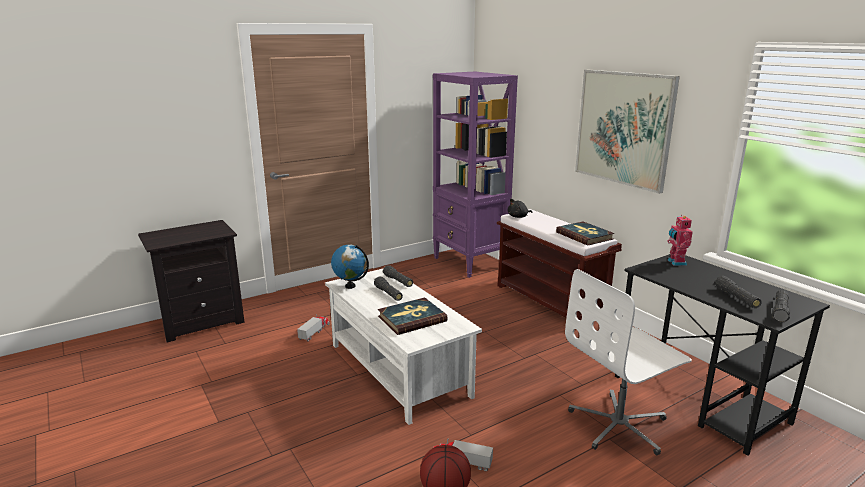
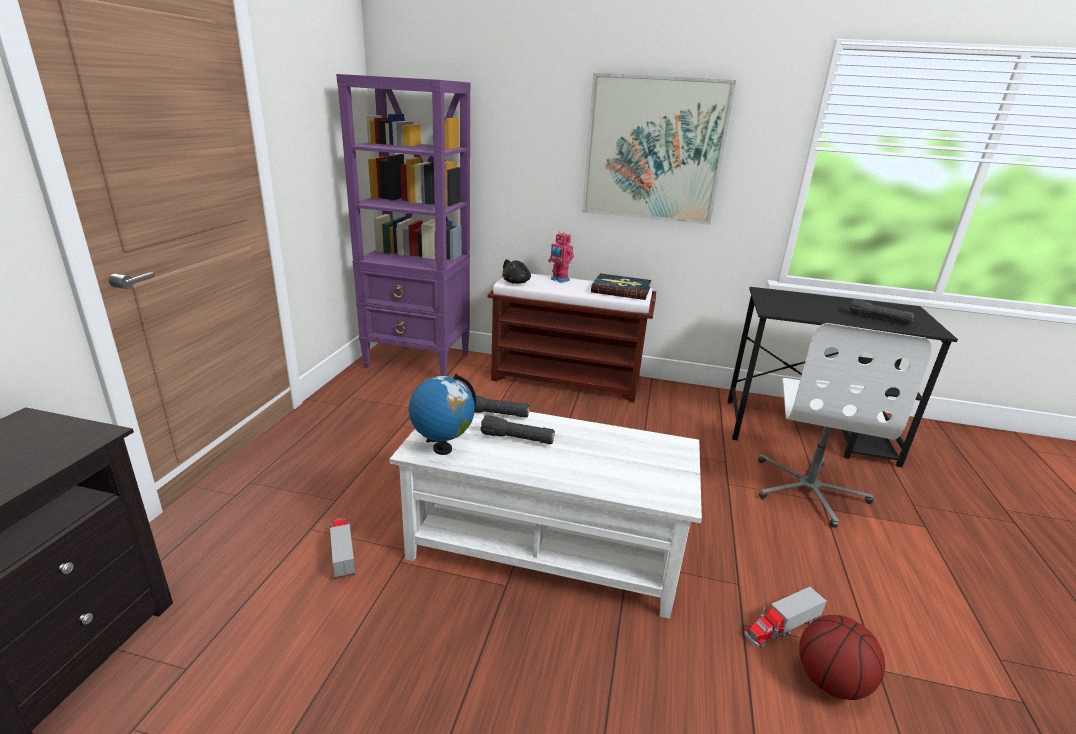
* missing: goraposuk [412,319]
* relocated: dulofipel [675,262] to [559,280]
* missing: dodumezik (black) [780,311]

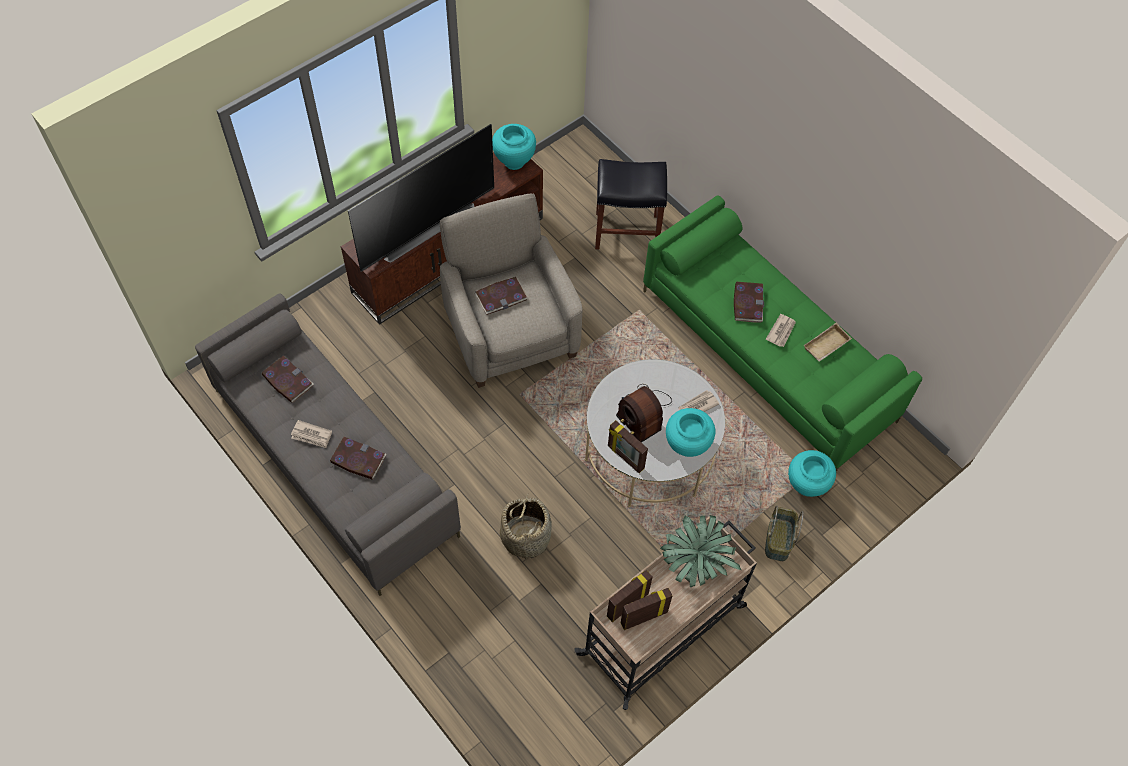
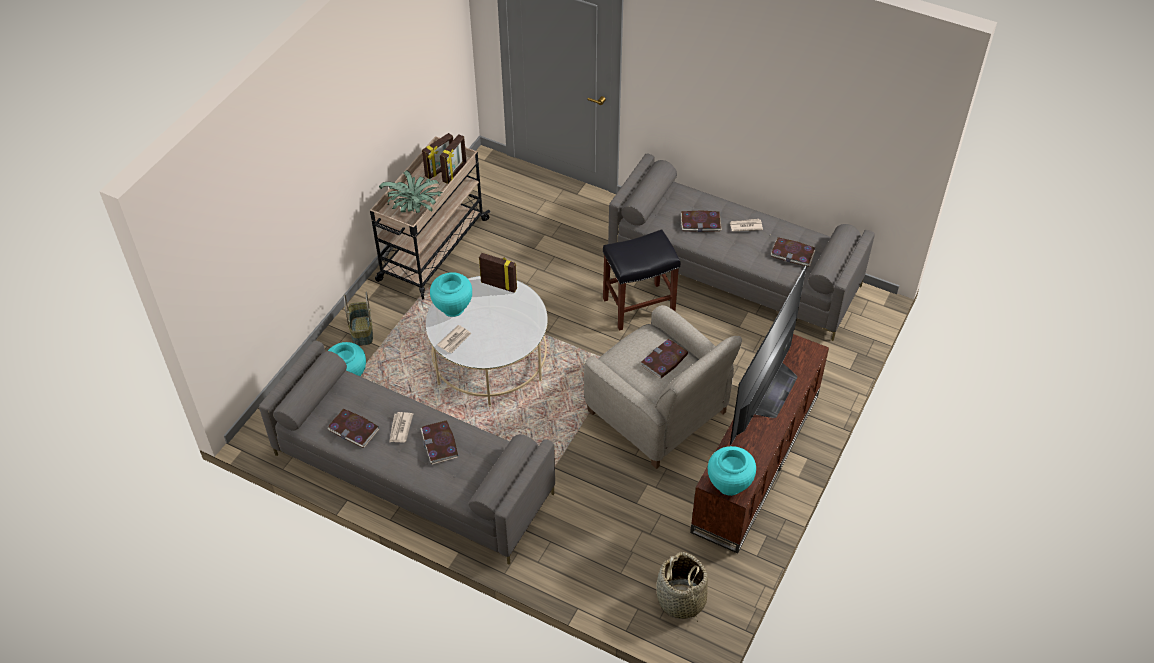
* relocated: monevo [525,537] to [681,600]
* relocated: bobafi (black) [627,231] to [638,307]
* missing: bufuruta [642,413]
* colour: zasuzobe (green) [768,355] to zasuzobe (grey) [411,474]
* exchanged: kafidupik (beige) [826,346] to goraposuk [354,429]

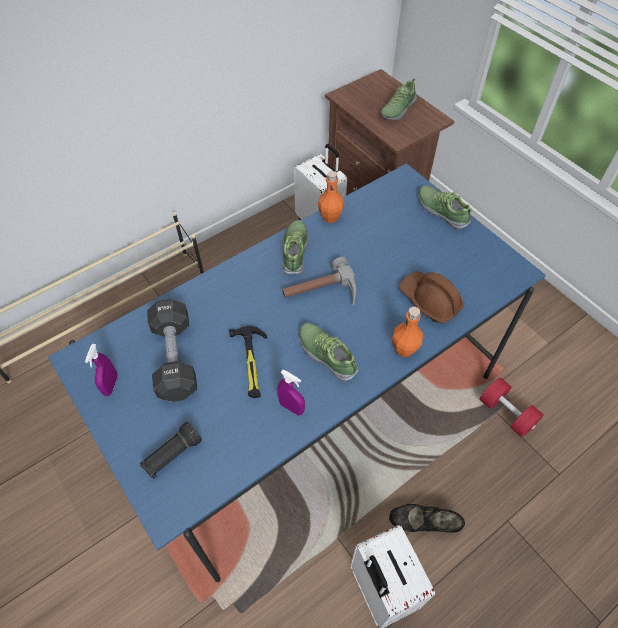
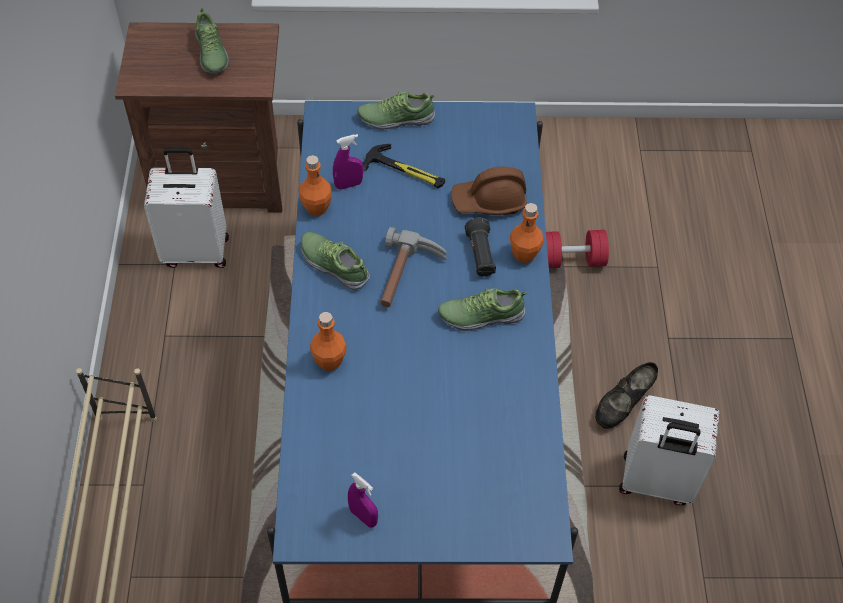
* relocated: dodumezik (black) [172,455] to [480,255]
* missing: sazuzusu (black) [175,358]
* relocated: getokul [251,363] to [405,171]
* relocated: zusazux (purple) [291,407] to [348,184]
* appeared: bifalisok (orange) [329,361]

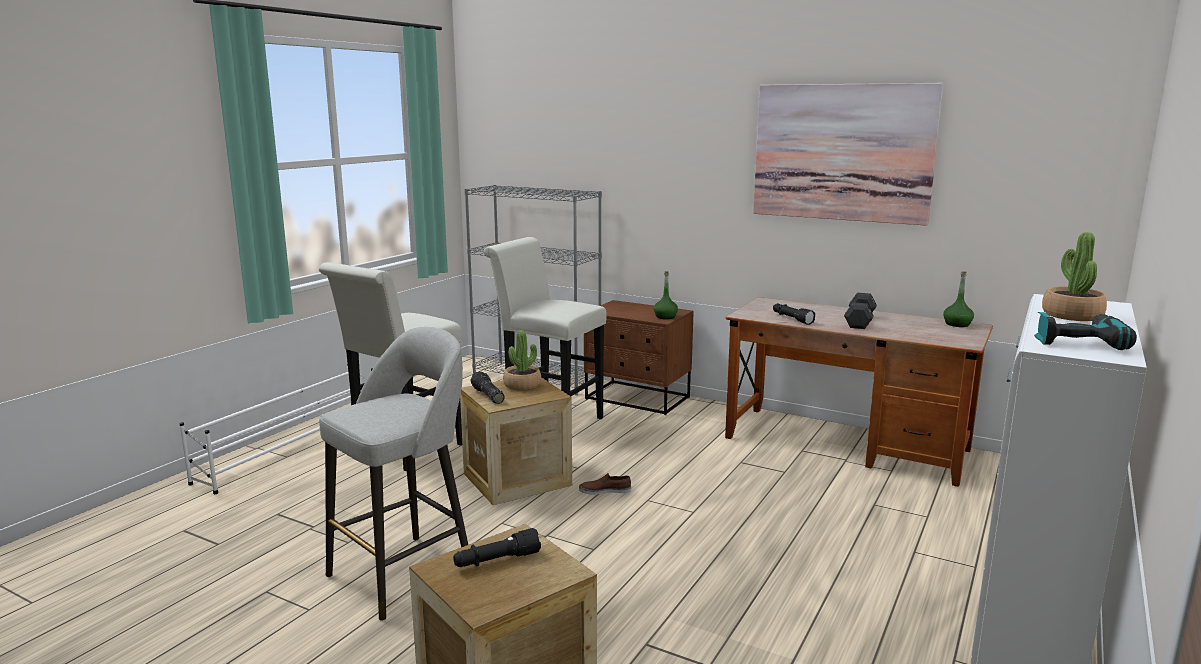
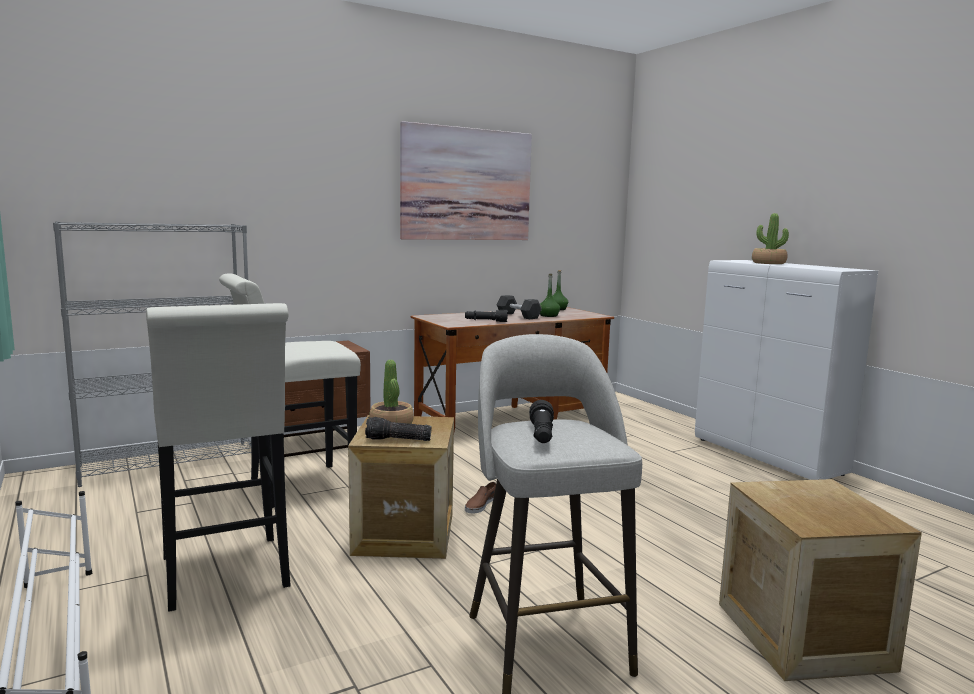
* relocated: dodumezik (black) [497,561] to [542,435]
* relocated: bifalisok (green) [665,317] to [548,315]
* missing: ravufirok [1078,341]

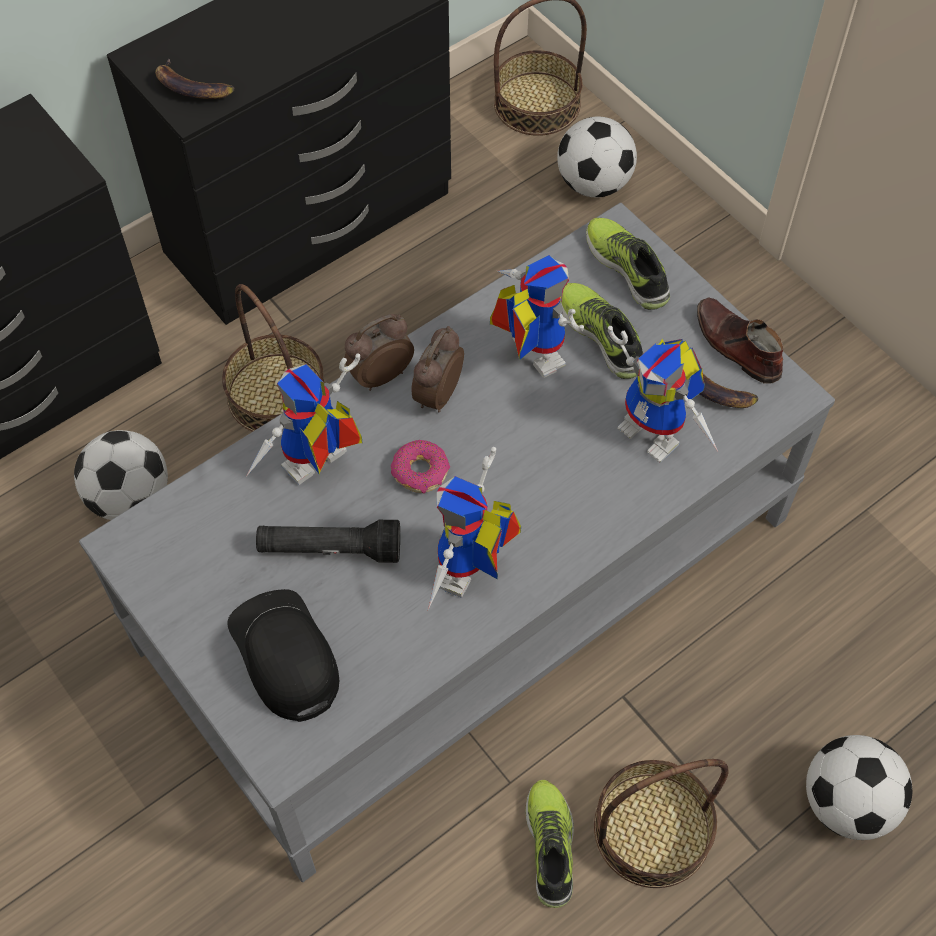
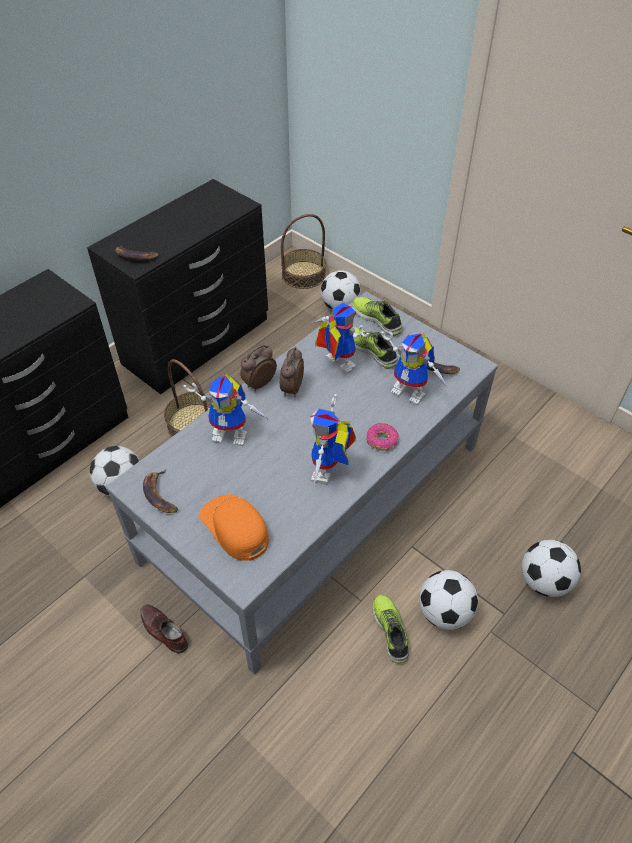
* colour: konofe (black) [285,656] to konofe (orange) [235,528]
* spun: dulofipel [316,470] = [233,433] 120 degrees counterclockwise
* missing: dodumezik (black) [330,549]
* relocated: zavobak [420,472] to [382,440]
* exchanged: monevo [652,830] to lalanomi [444,612]
* relocated: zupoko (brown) [736,346] to [163,631]
* appeared: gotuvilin [160,494]

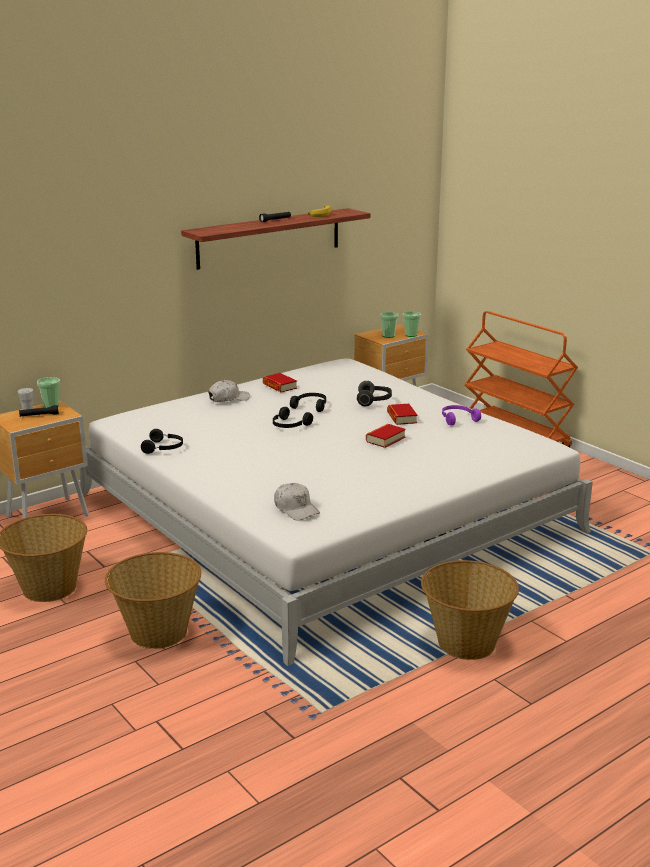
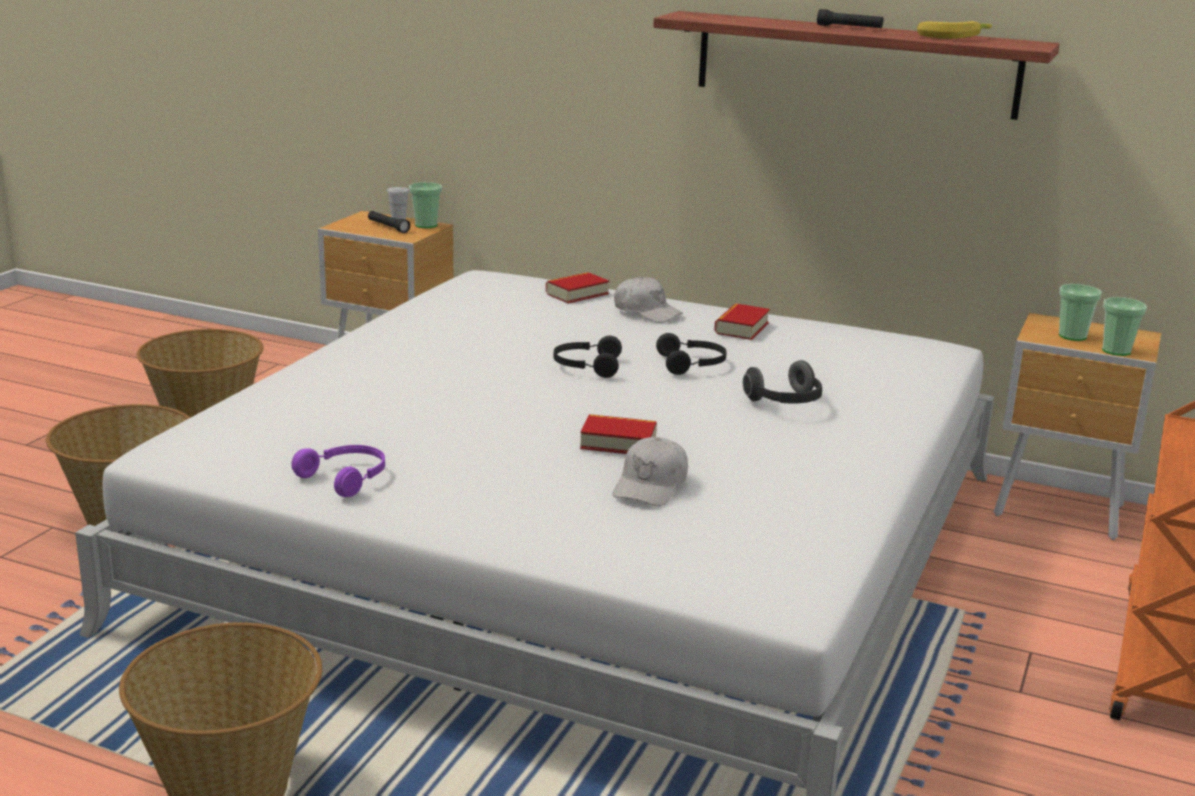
* missing: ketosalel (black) [164,448]
* relocated: konofe (white) [296,509] to [651,486]
* relocated: goraposuk [401,418] to [577,294]
* relocated: ketosalel (purple) [457,419] to [346,478]

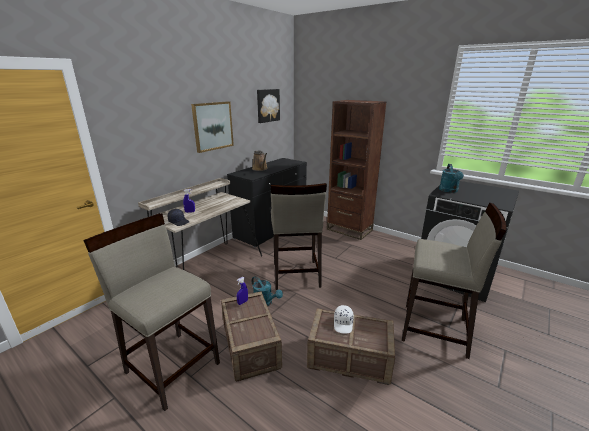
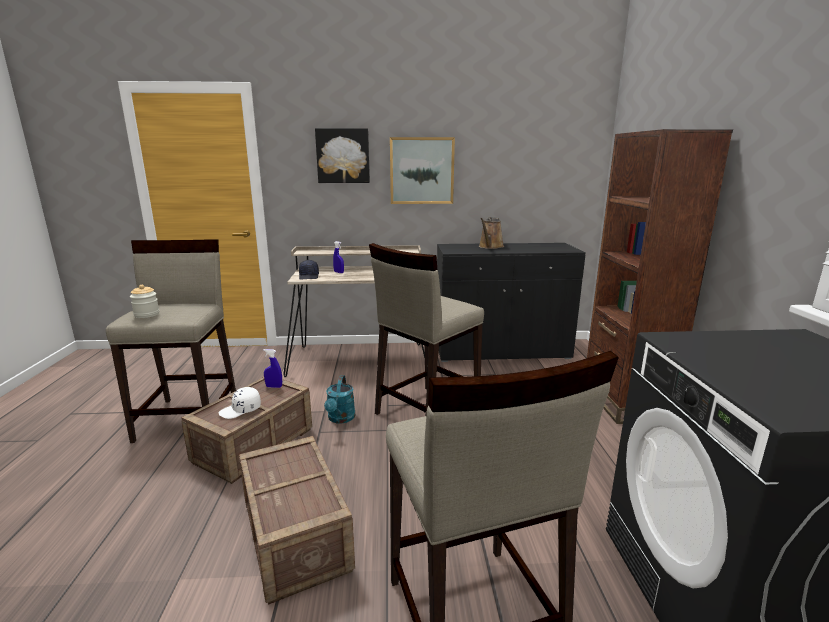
* relocated: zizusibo [267,105] to [343,156]
* relocated: konofe (white) [343,323] to [241,410]
* missing: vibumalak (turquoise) [449,191]
* appeared: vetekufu [147,314]

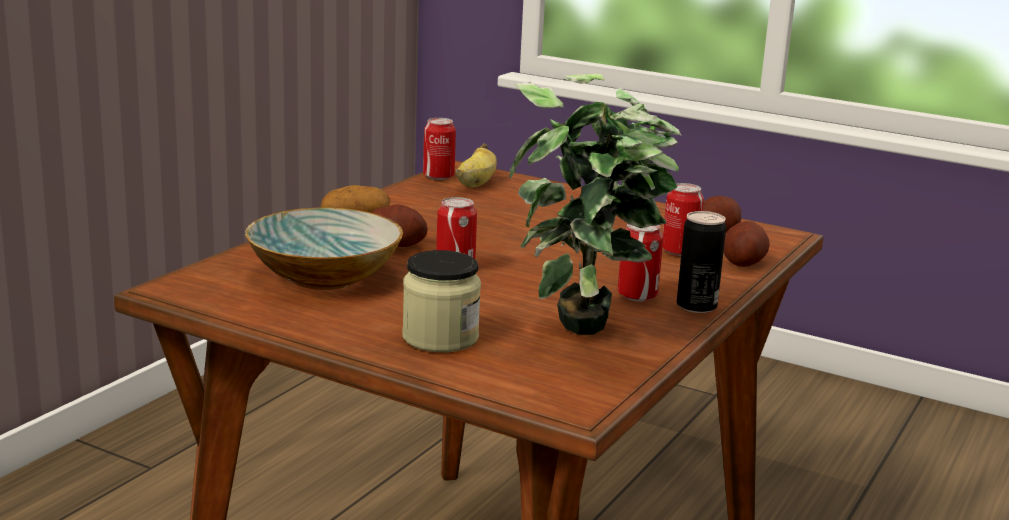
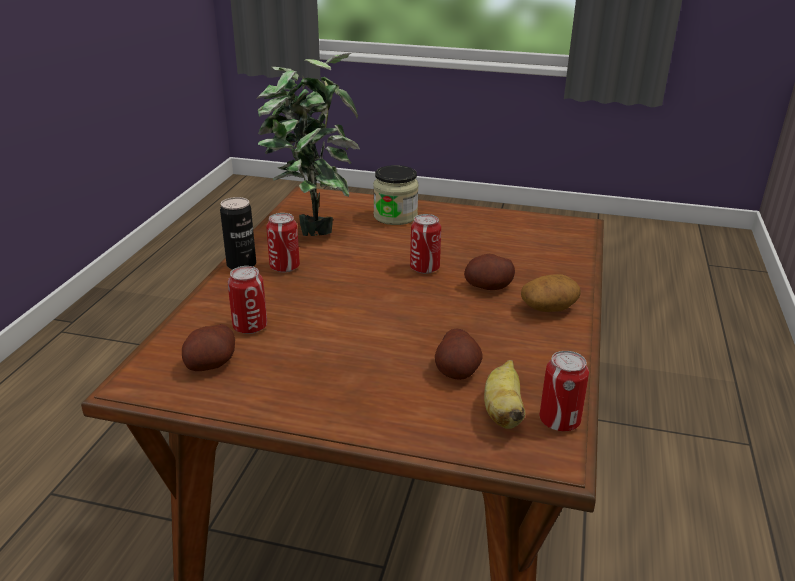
* missing: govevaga [326,276]
* relocated: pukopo [742,262] to [457,370]

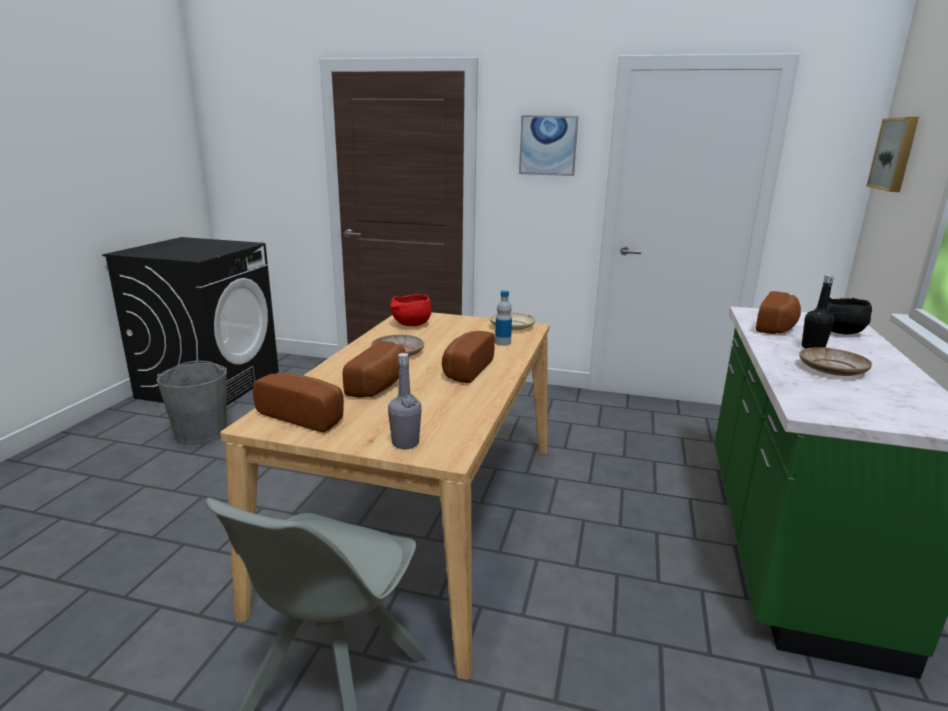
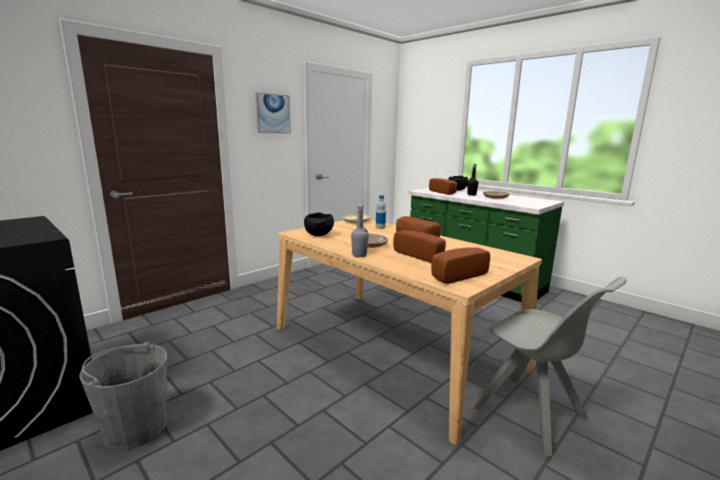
* relocated: bifalisok (grey) [405,443] to [359,255]
* colour: govevaga (red) [411,325] to govevaga (black) [319,235]
* missing: zizusibo [895,154]

